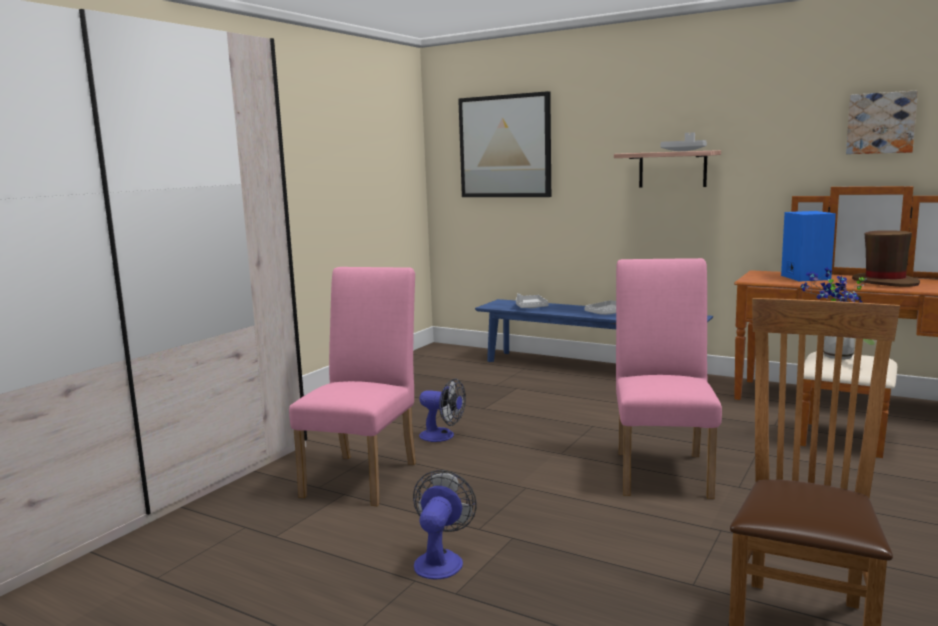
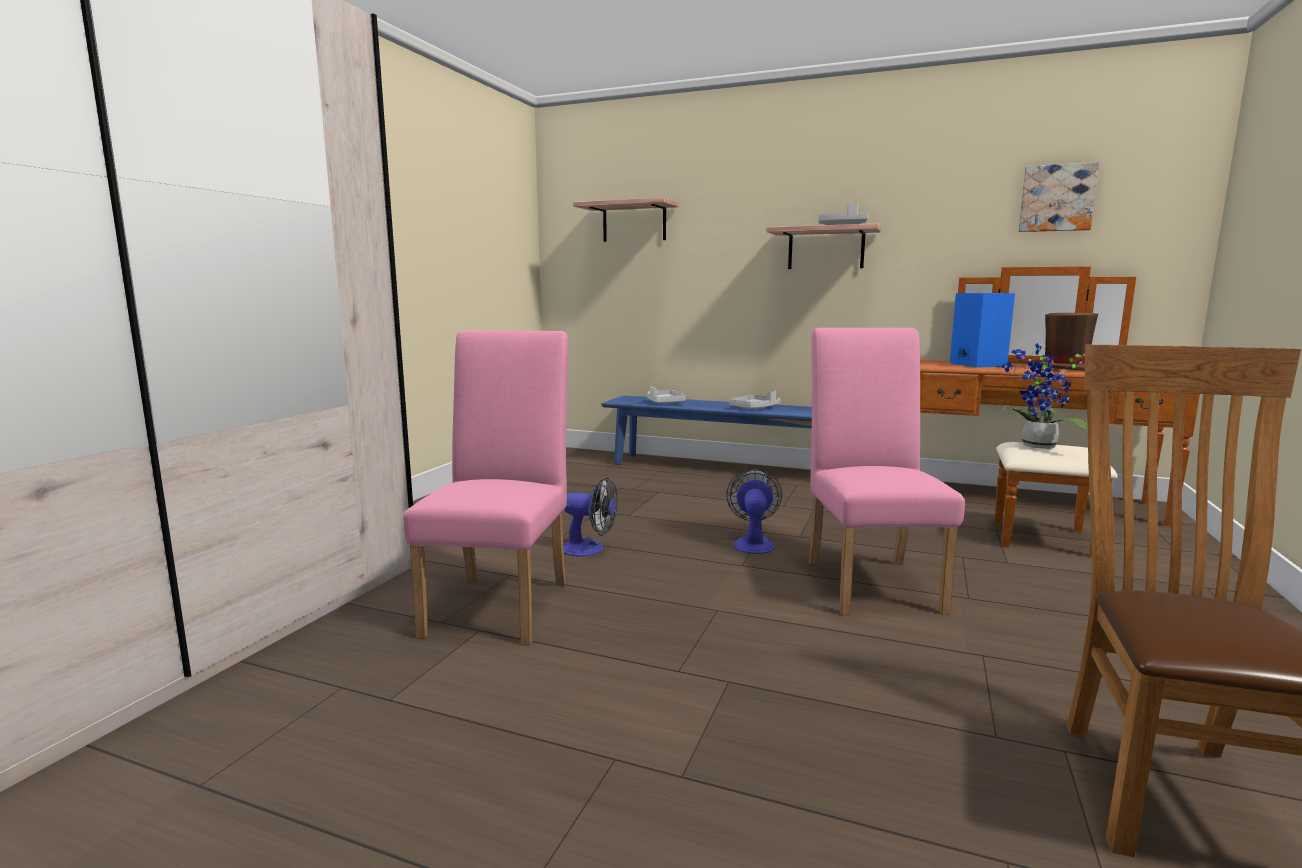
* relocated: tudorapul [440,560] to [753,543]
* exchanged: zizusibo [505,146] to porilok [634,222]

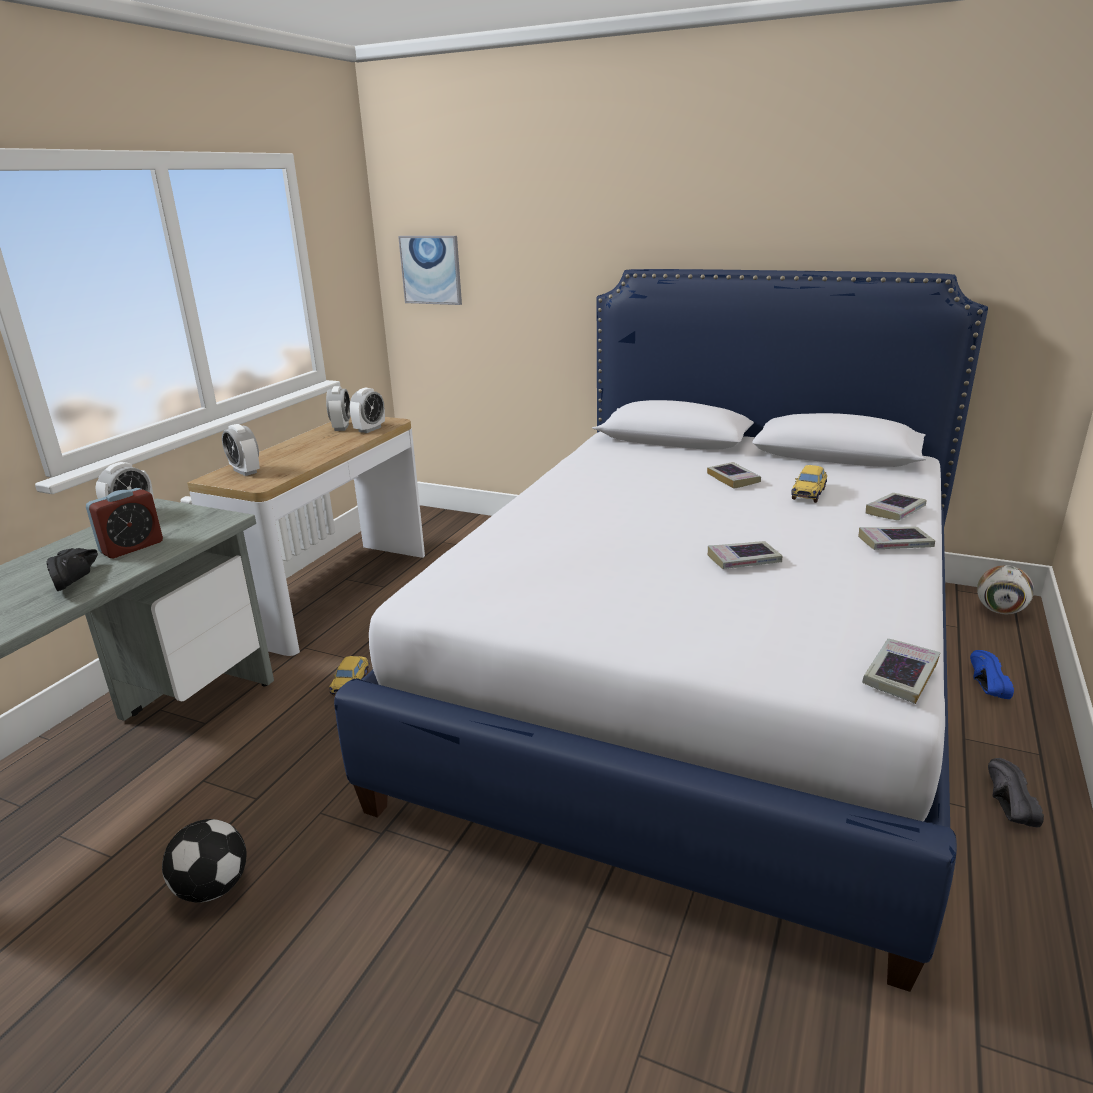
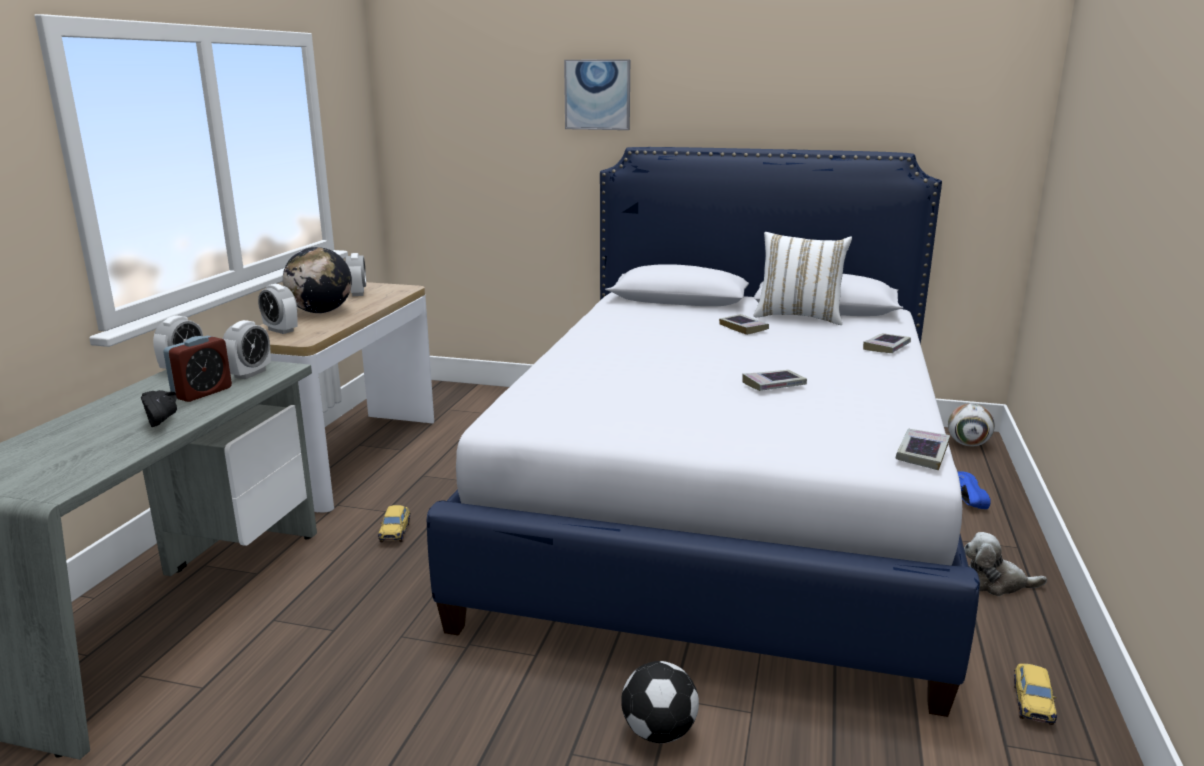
* relocated: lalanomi [211,888] to [658,732]
* relocated: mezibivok [369,429] to [250,374]
* relocated: zizusibo [431,270] to [597,95]
* relocated: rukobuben [809,493] to [1032,703]
* missing: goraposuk [895,543]
* exchanged: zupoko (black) [1003,803] to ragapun [995,583]
* appeared: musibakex [321,312]
* appeared: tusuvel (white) [799,317]

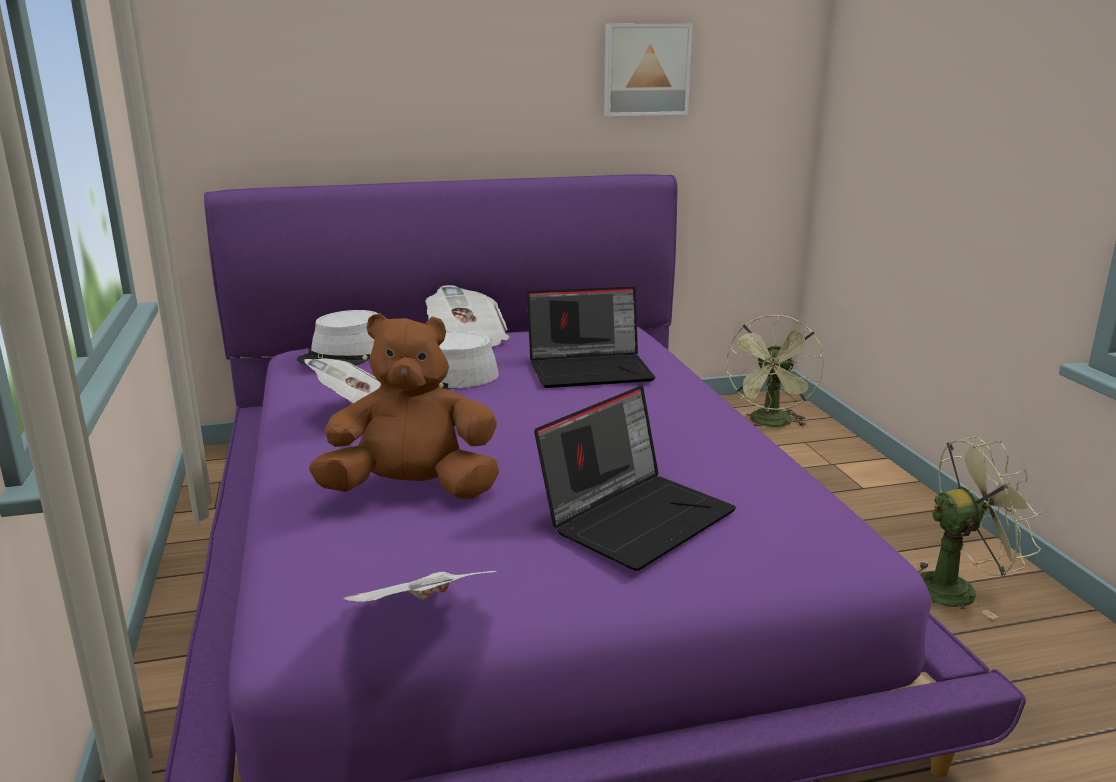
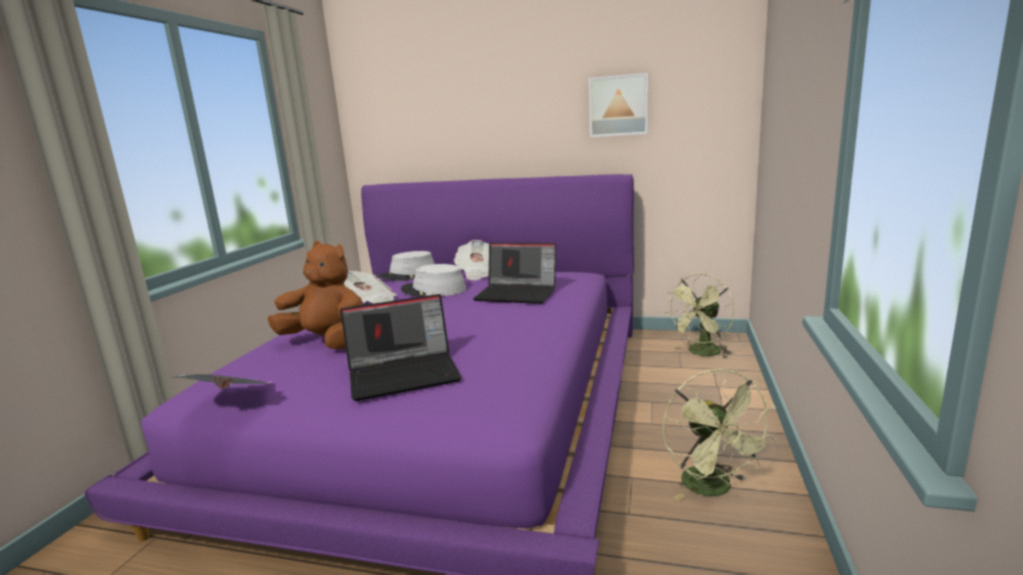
* spun: tudorapul (green) [955,588] = [714,489] 60 degrees clockwise

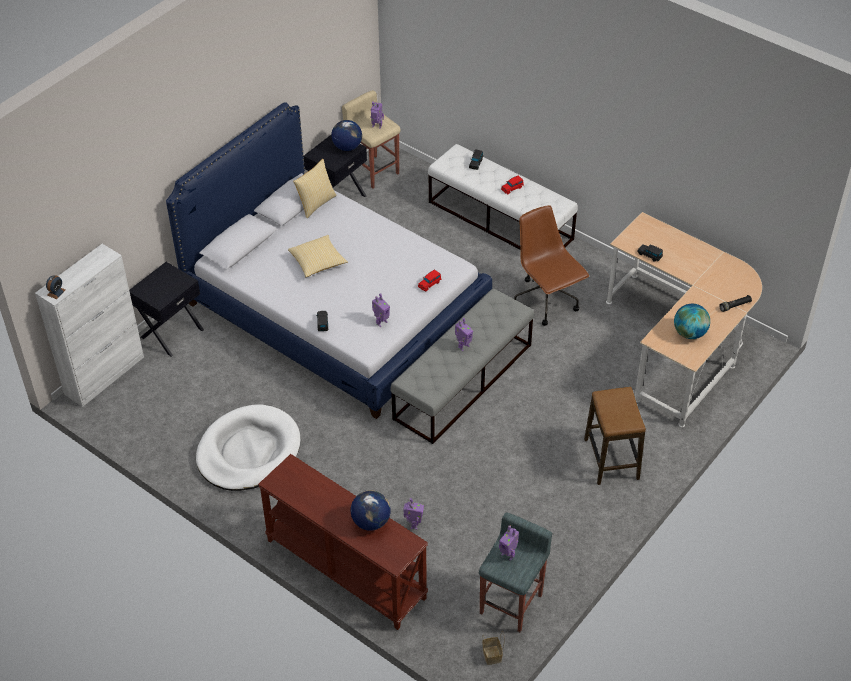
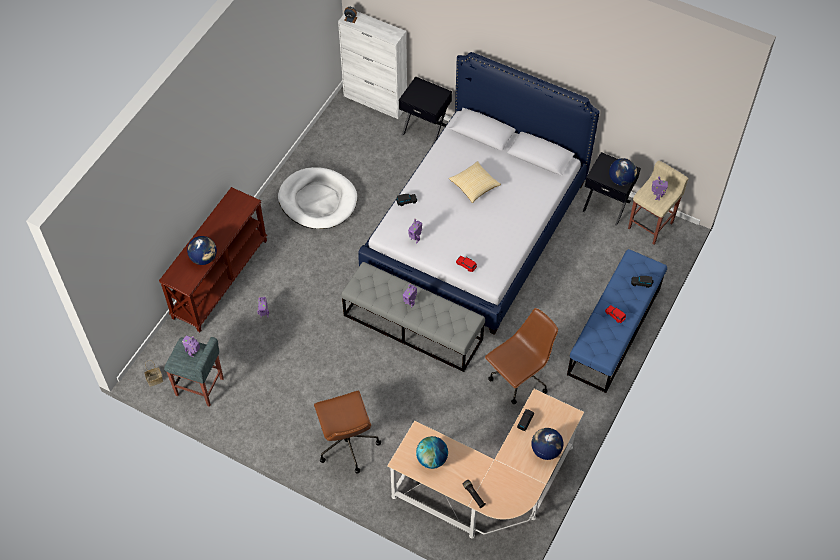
* missing: tusuvel [315,203]
* colour: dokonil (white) [500,220] to dokonil (blue) [614,331]
* exchanged: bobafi [611,459] to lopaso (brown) [347,444]
* appeared: musibakex [545,450]

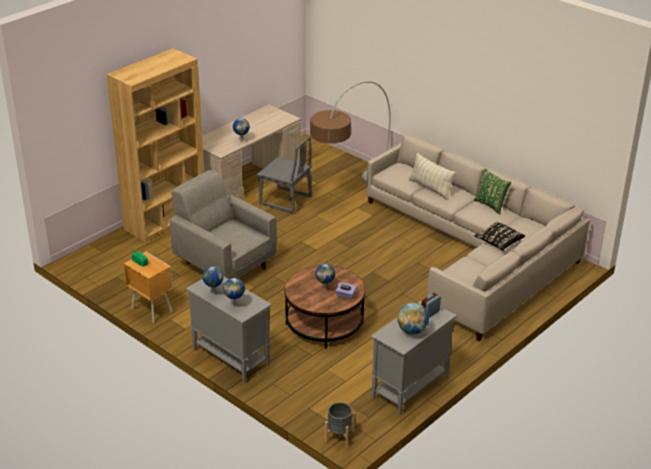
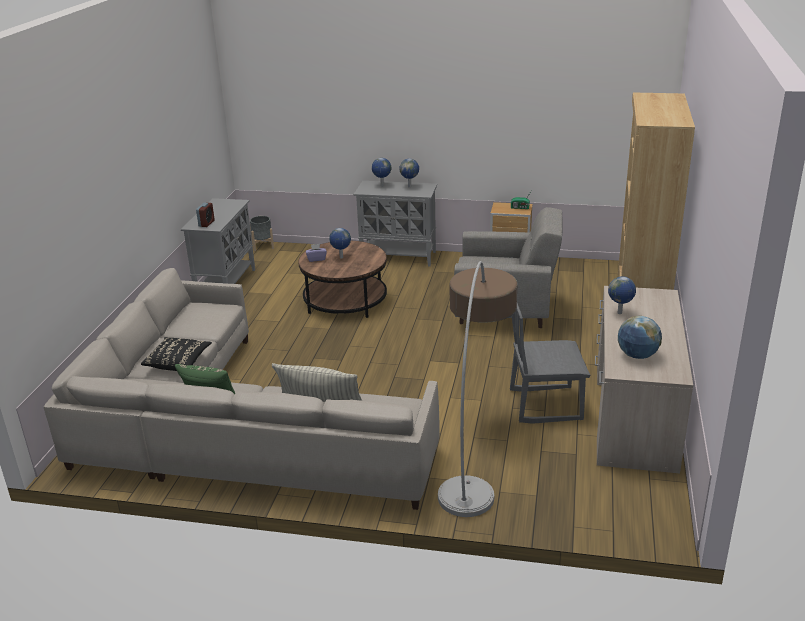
* relocated: musibakex [412,331] to [637,355]

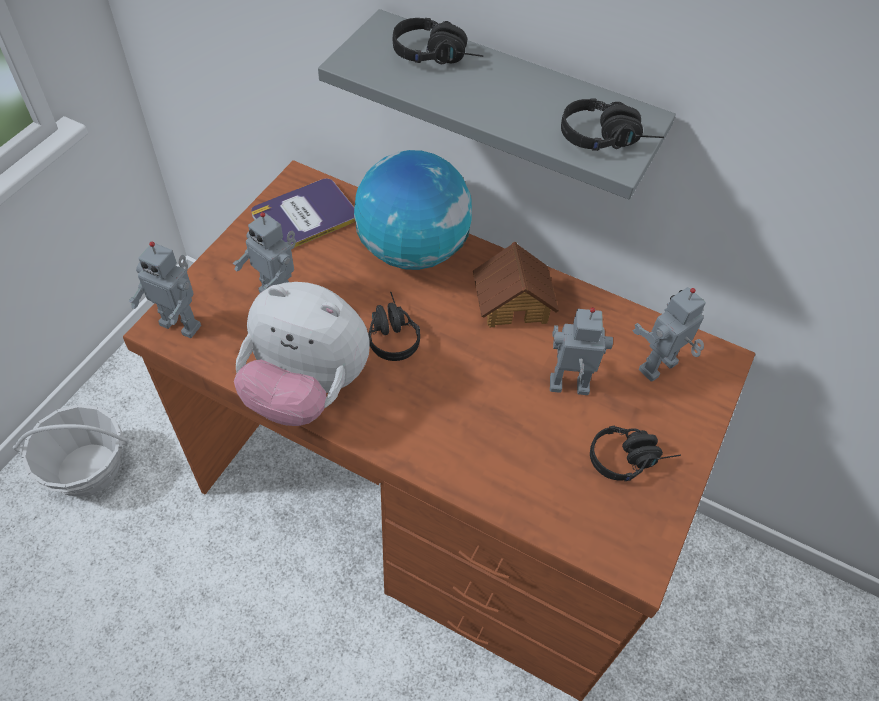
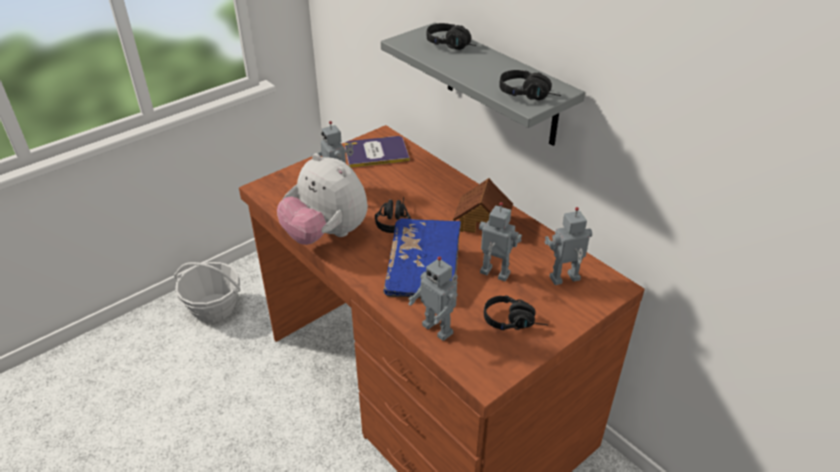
* relocated: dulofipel [182,324] to [439,328]
* missing: musibakex [412,250]
* appeared: goraposuk (blue) [424,271]

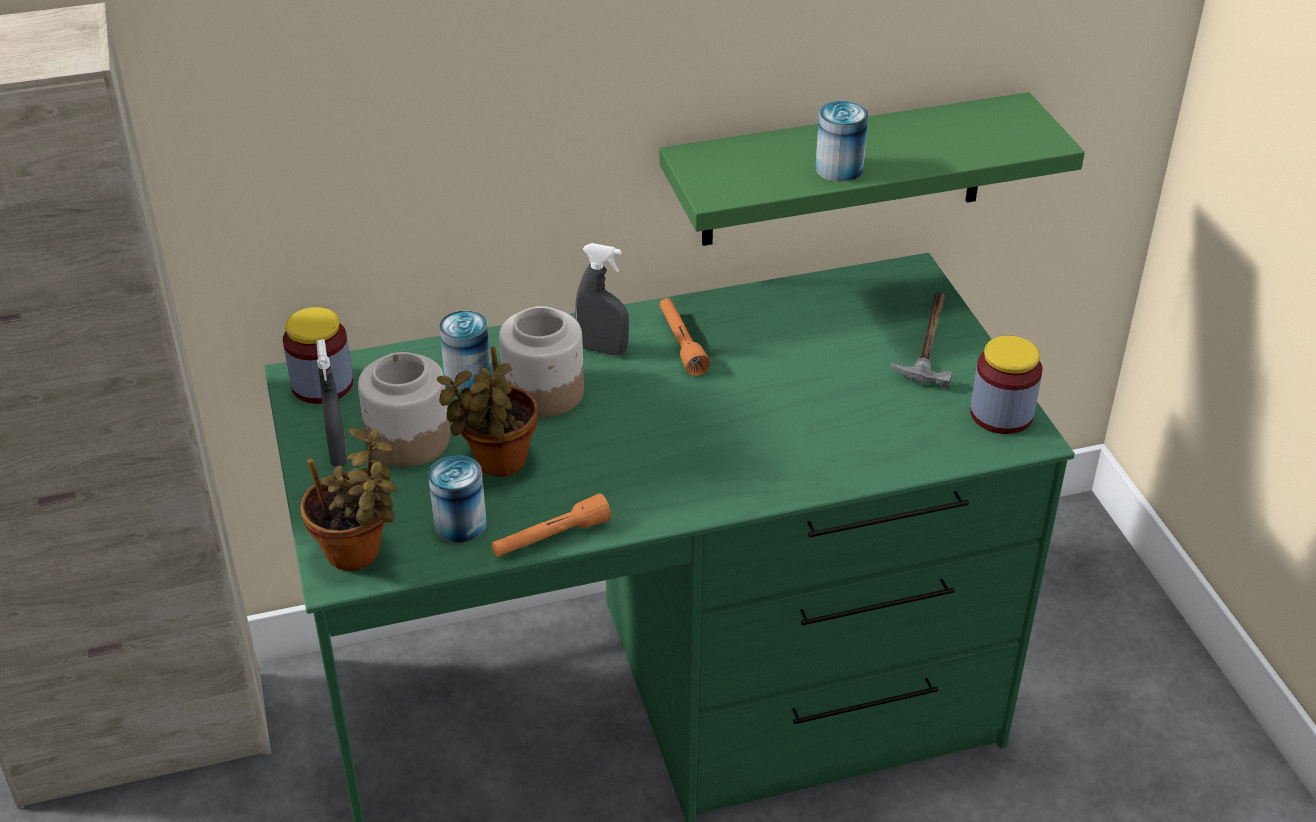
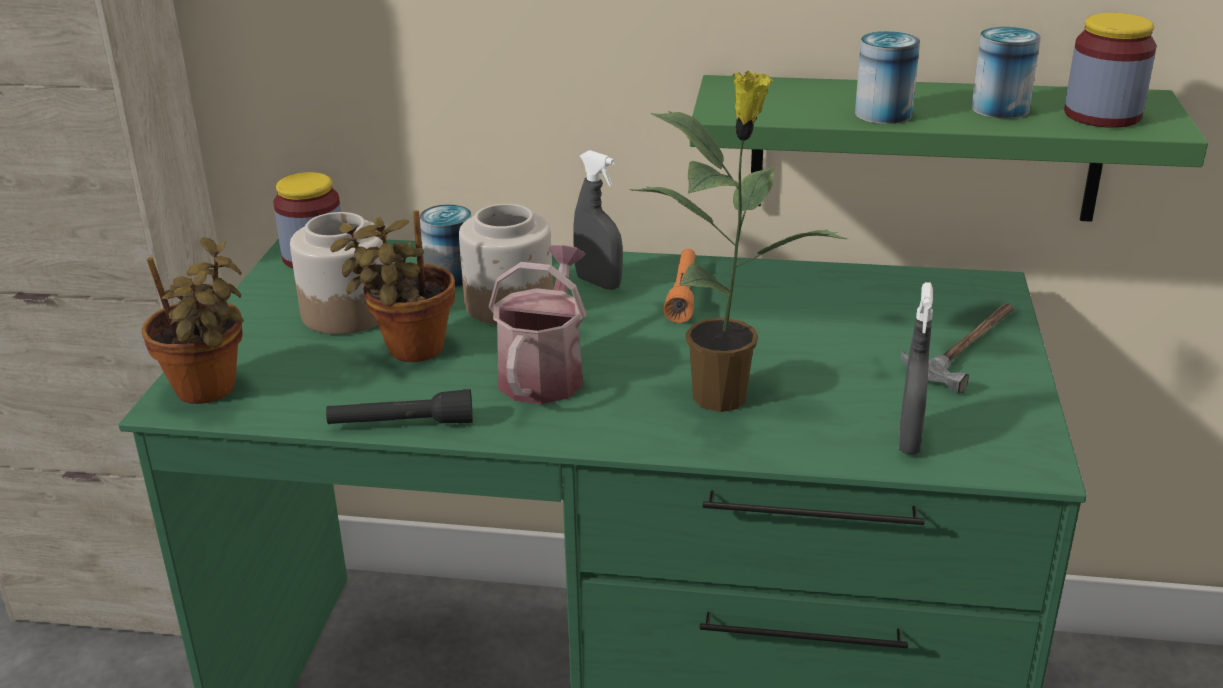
* relocated: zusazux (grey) [338,452] to [909,440]
* relocated: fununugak [460,524] to [1000,109]
* colour: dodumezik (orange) [551,538] to dodumezik (black) [401,424]
* relocated: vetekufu [1001,414] to [1102,115]
* appeared: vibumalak [545,372]
* appeared: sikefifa [723,396]

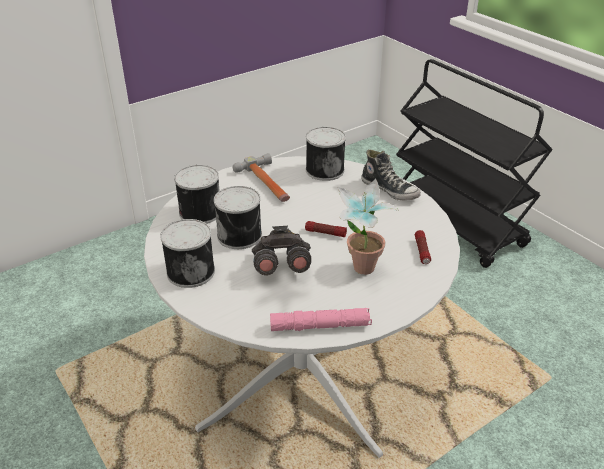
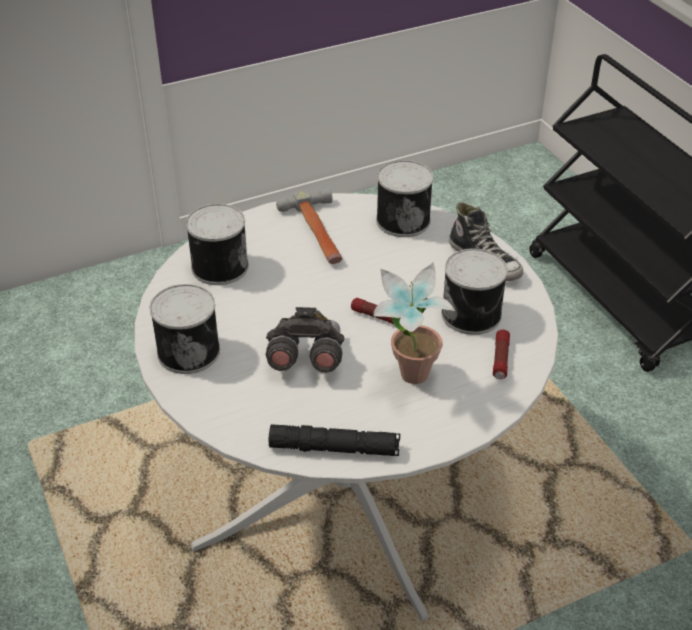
* relocated: fununugak [241,235] to [473,314]
* colour: dodumezik (pink) [320,326] to dodumezik (black) [334,448]

